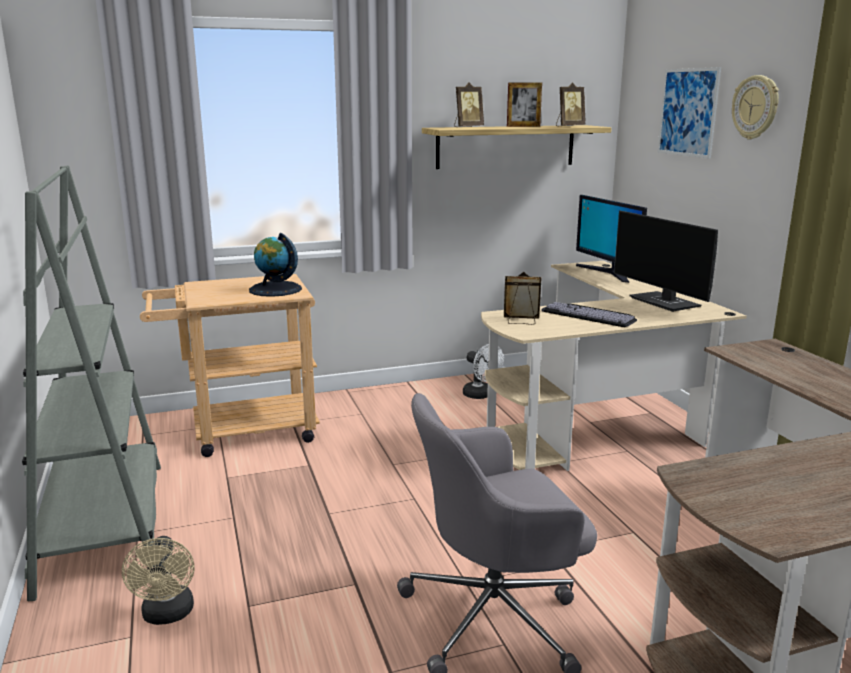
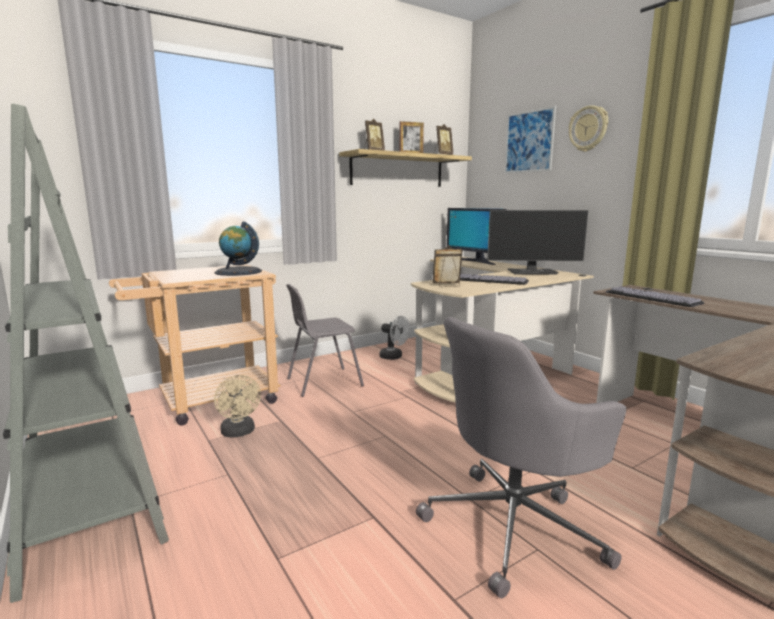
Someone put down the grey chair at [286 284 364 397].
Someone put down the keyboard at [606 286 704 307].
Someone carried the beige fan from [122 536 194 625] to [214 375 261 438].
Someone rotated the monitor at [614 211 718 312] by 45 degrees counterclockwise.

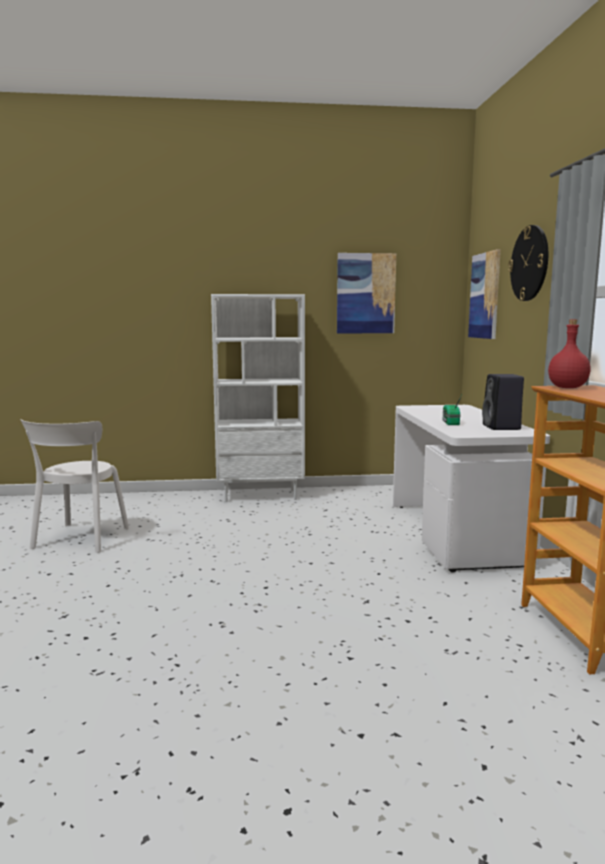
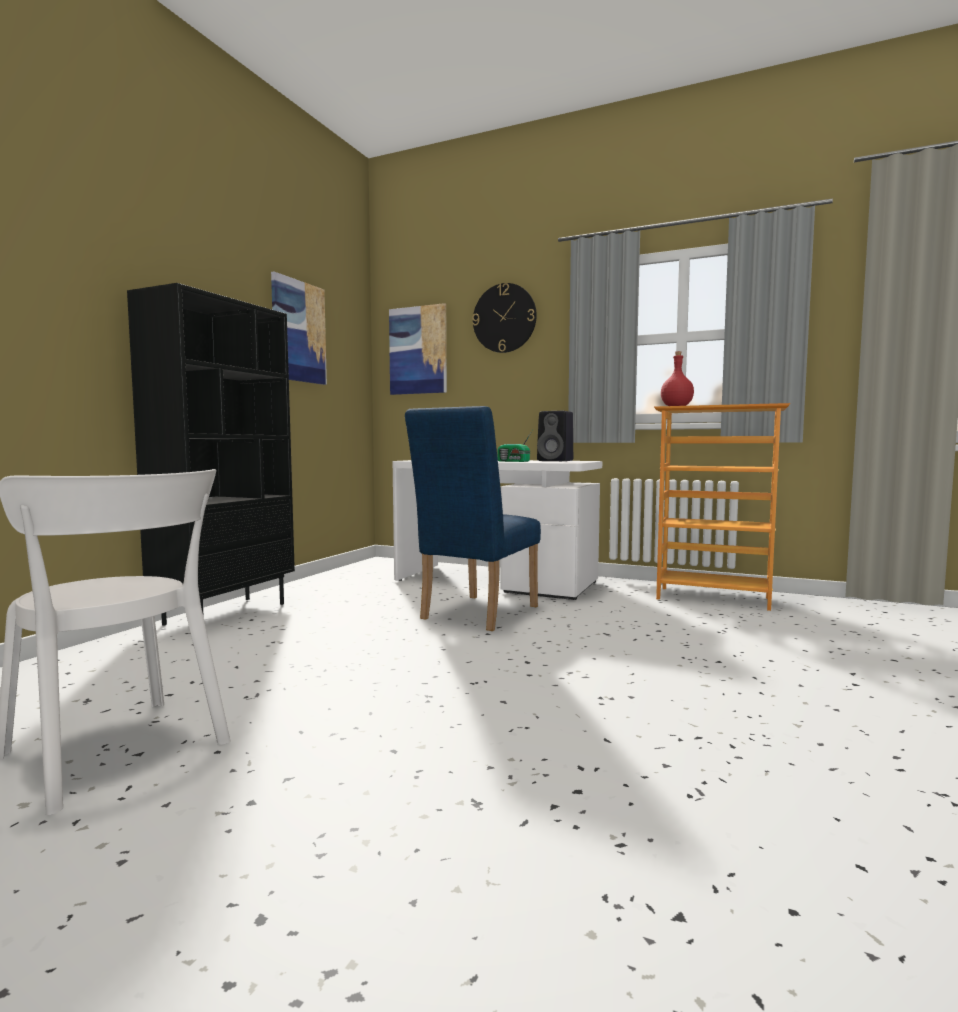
Someone put down the blue chair at [405 406 541 631].
Someone repainted the white bookcase at [211 294 305 502], which became the black bookcase at [127 283 295 626].

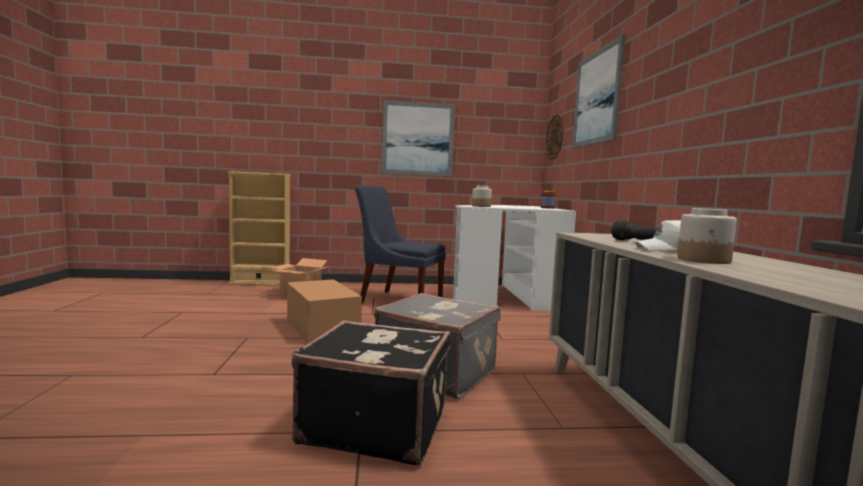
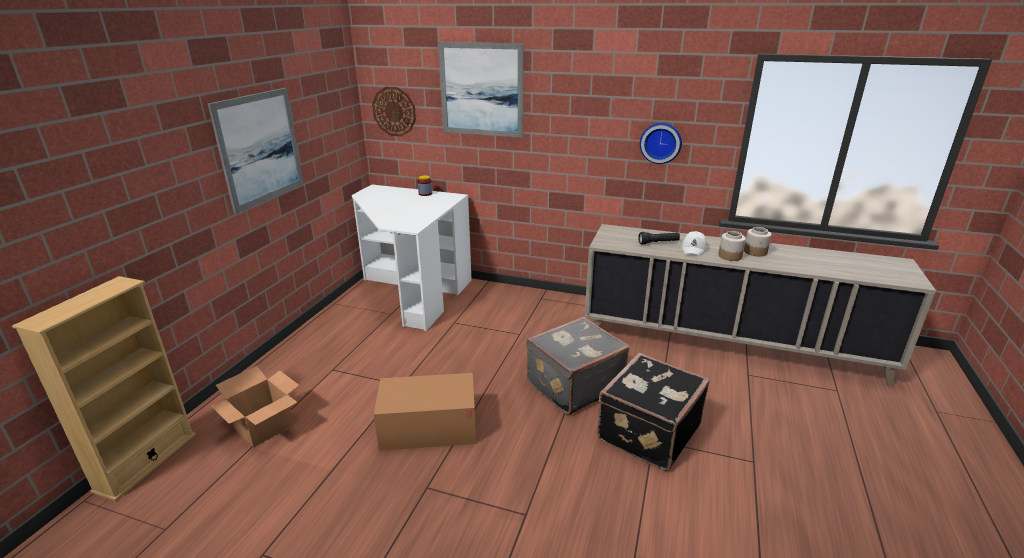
Someone took away the blue chair at [355 185 446 303].
Someone put up the wall clock at [640 123 682 164].
Someone carried the jar from [472 186 492 207] to [744 227 771 256].

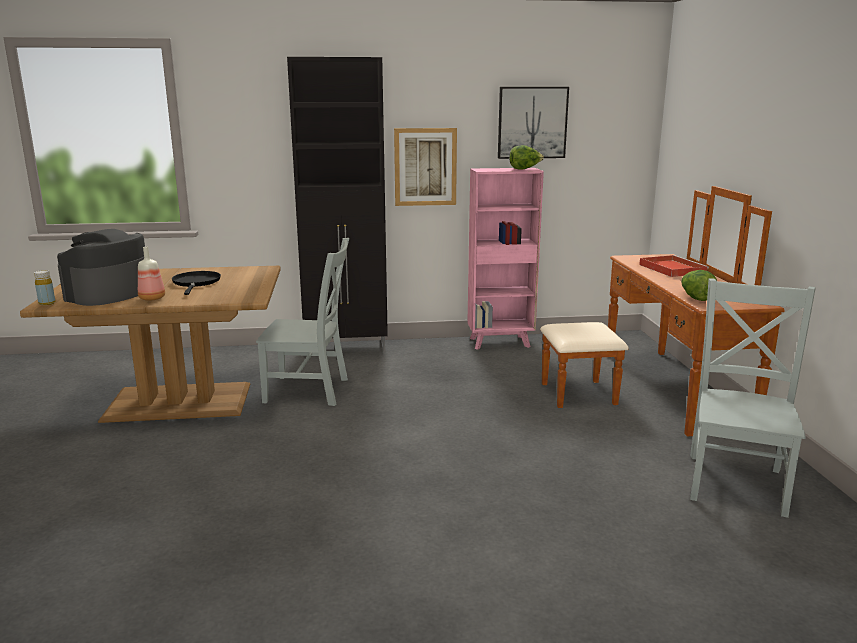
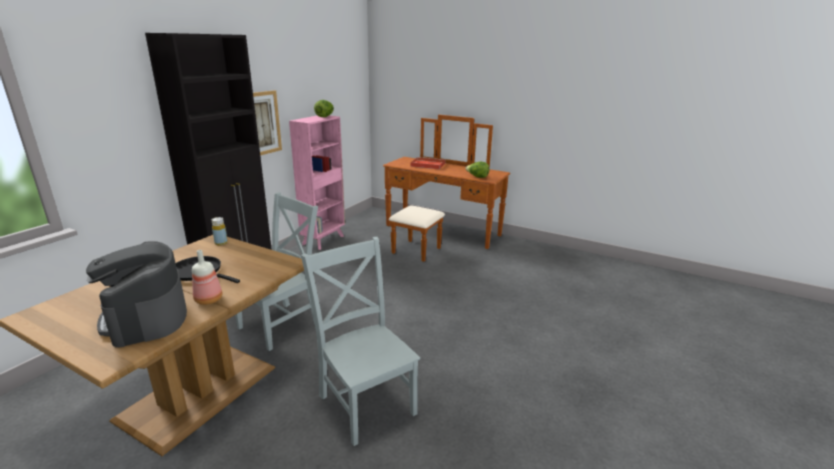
Someone took away the picture at [498 87 569 159].
Someone carried the yellow bottle from [34 270 55 305] to [211 217 228 245].
Someone carried the grey chair from [690 278 816 518] to [301 237 420 446].

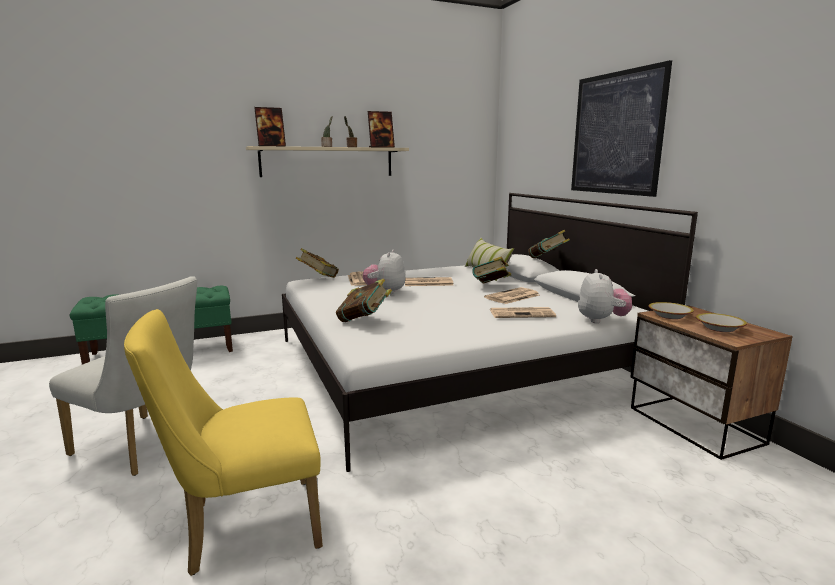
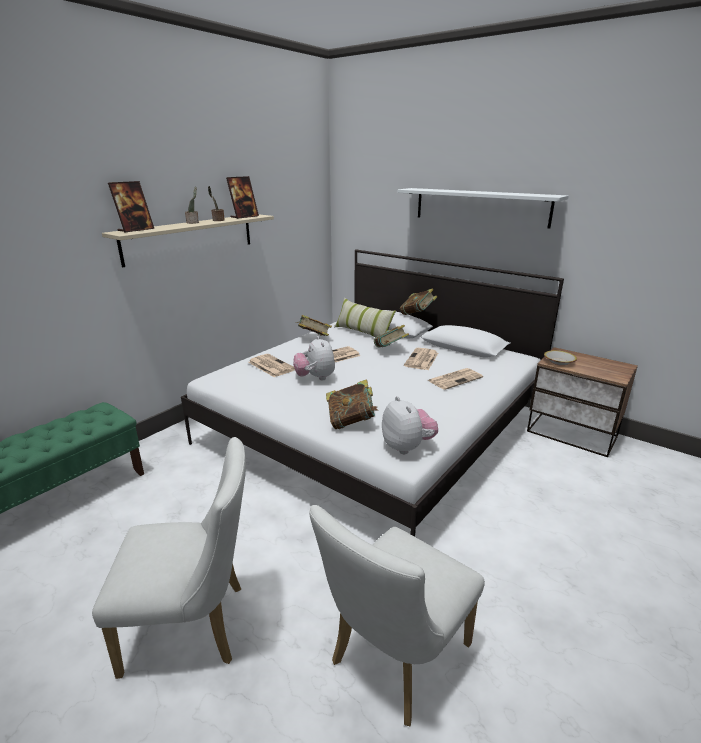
Someone took away the bowl at [696 313 747 332].
Someone carried the book from [296 248 339 278] to [296 315 332 336].
Someone carried the plush toy from [578 269 632 323] to [382 396 438 454].
Someone swapped the picture at [571 60 672 197] for the white shelf at [397 188 569 229].
Someone repainted the yellow chair at [124 309 323 576], which became the white chair at [309 505 485 726].

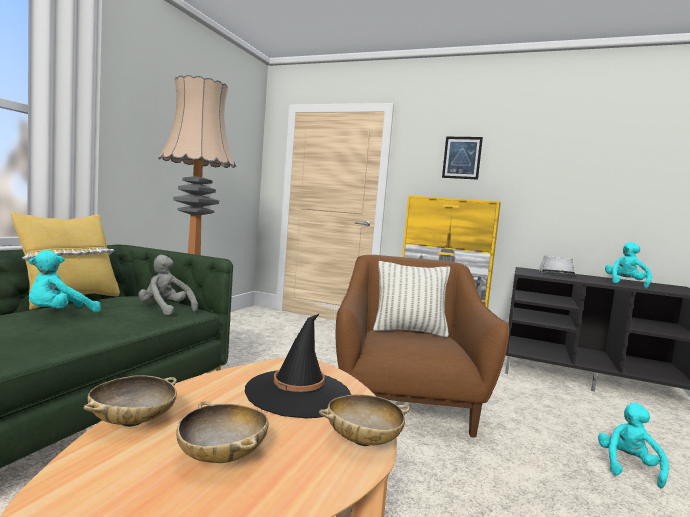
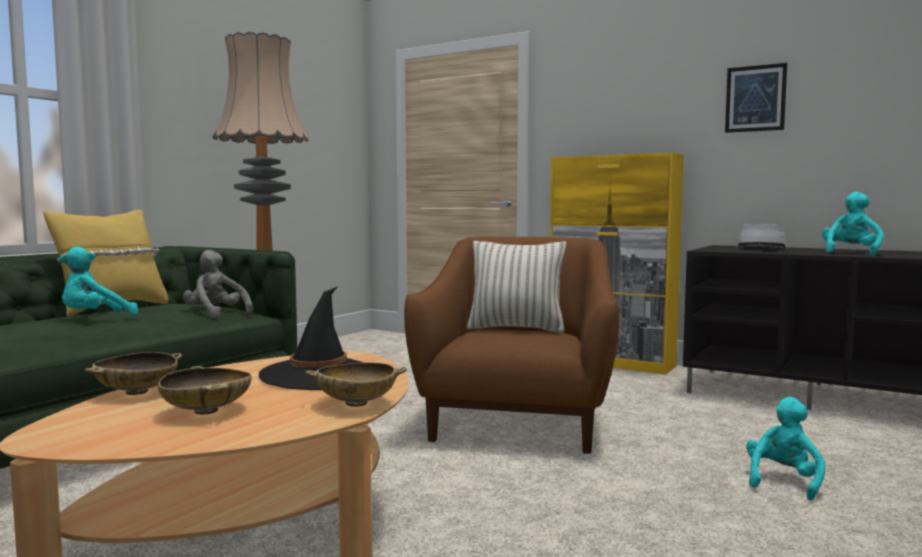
Someone carried the picture from [442 137 483 180] to [725 63 787 133].

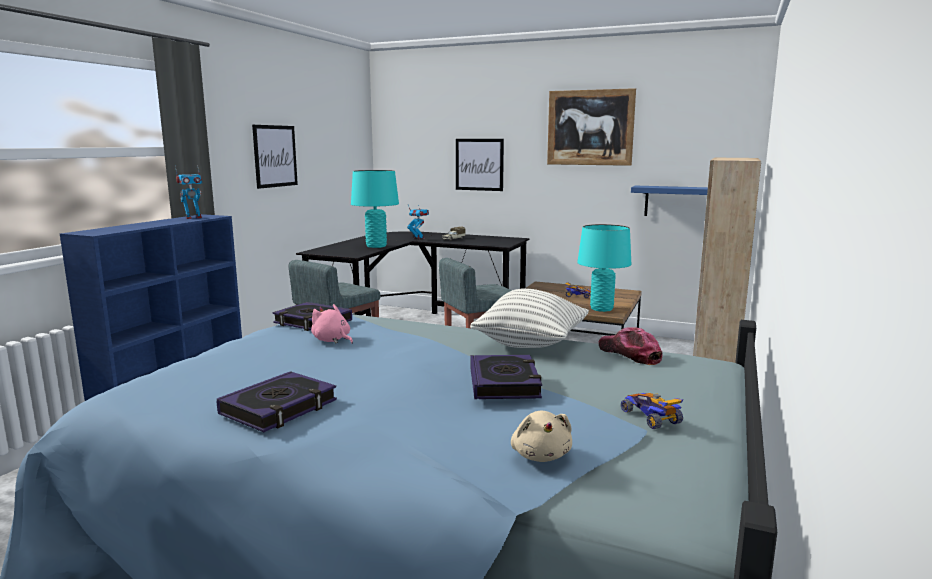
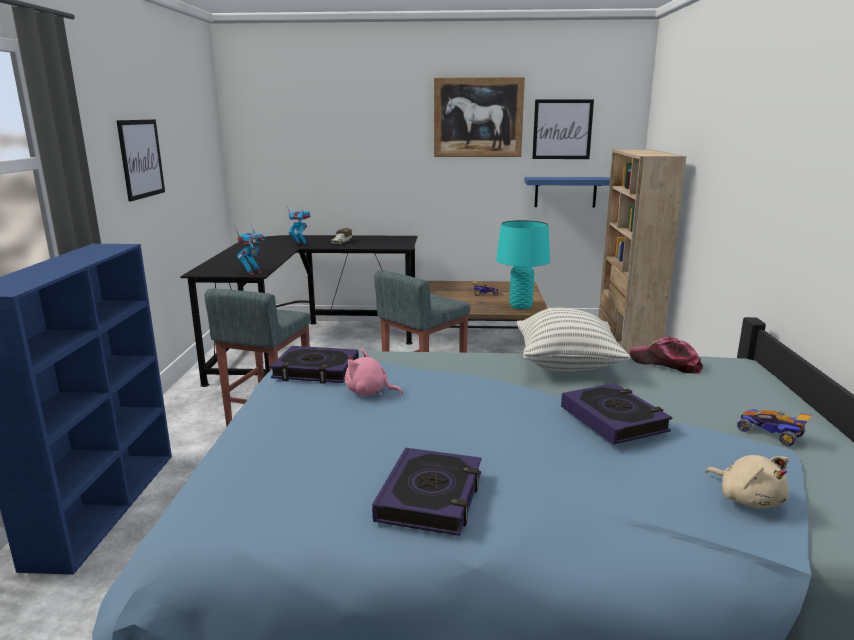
Someone took away the turquoise table lamp at [351 170 399 248].
Someone carried the toy robot from [175 165 203 219] to [235 228 265 275].
Someone carried the picture from [456 139 504 191] to [532 99 594 159].

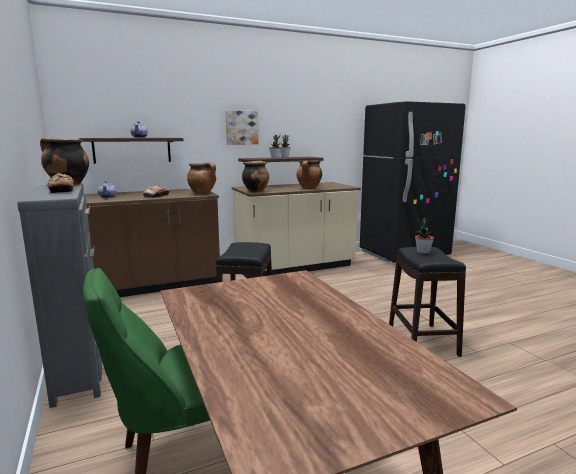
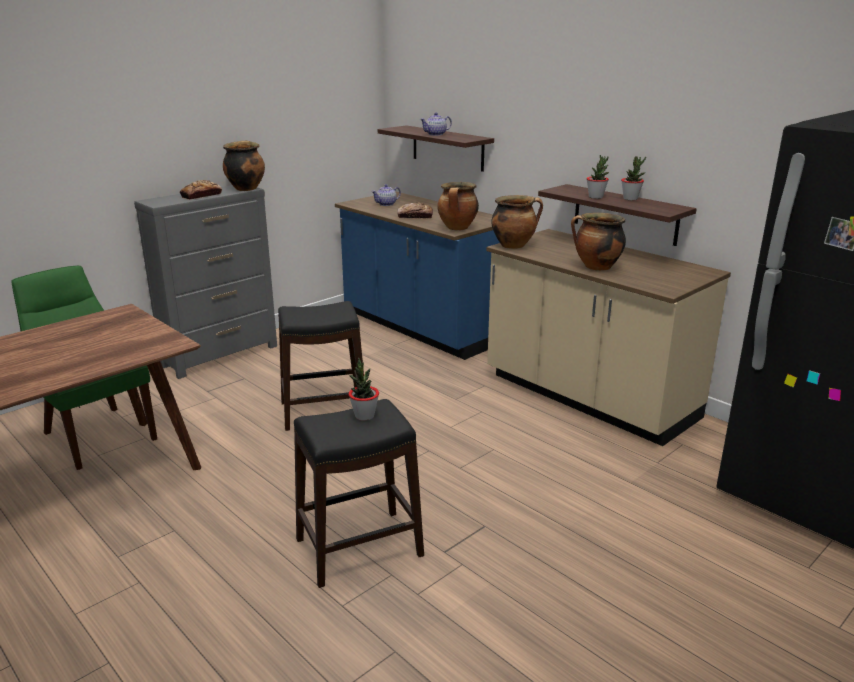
Someone took away the picture at [226 110 259 145].
Someone repainted the brown counter at [85 189 220 297], which became the blue counter at [335 191 500 360].

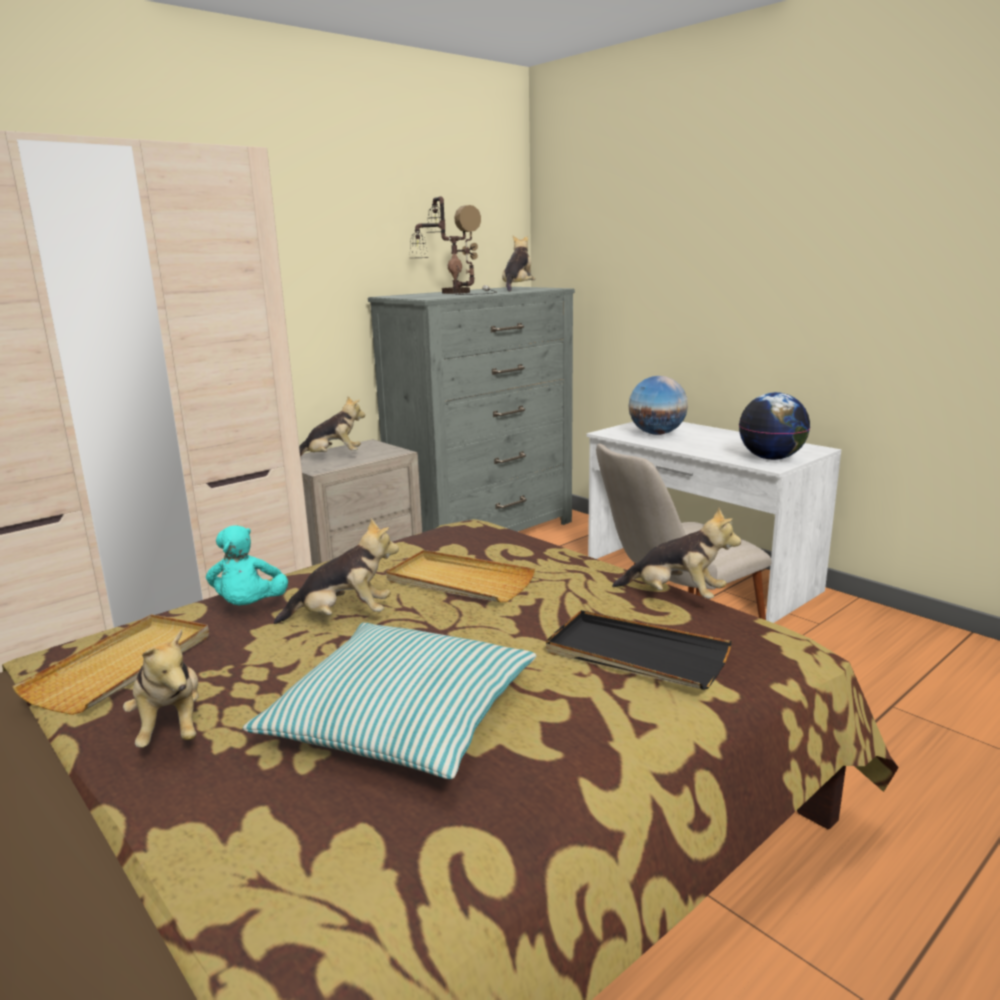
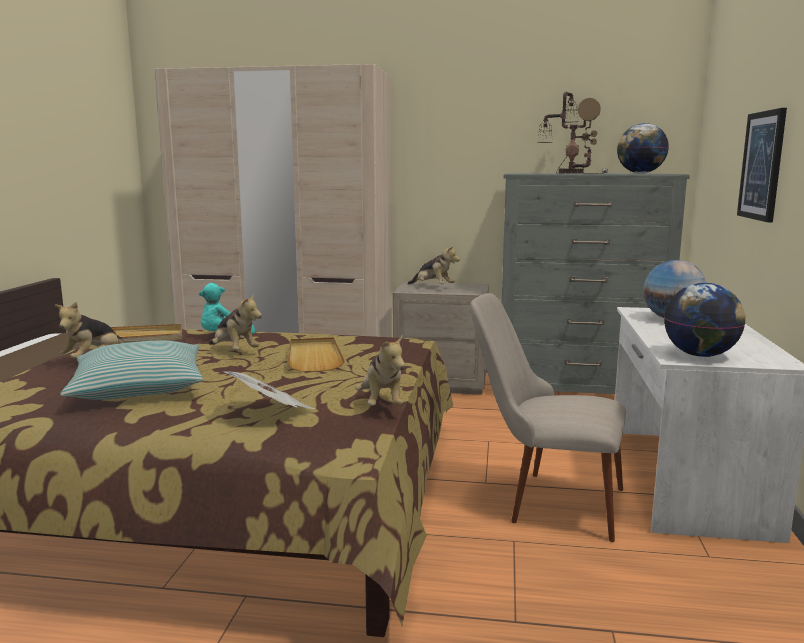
Someone put up the picture at [737 108 787 222].
Someone swapped the plush toy at [502 236 536 292] for the globe at [617 123 669 173].
Someone swapped the black tray at [546 610 732 690] for the newspaper at [222 371 316 409].

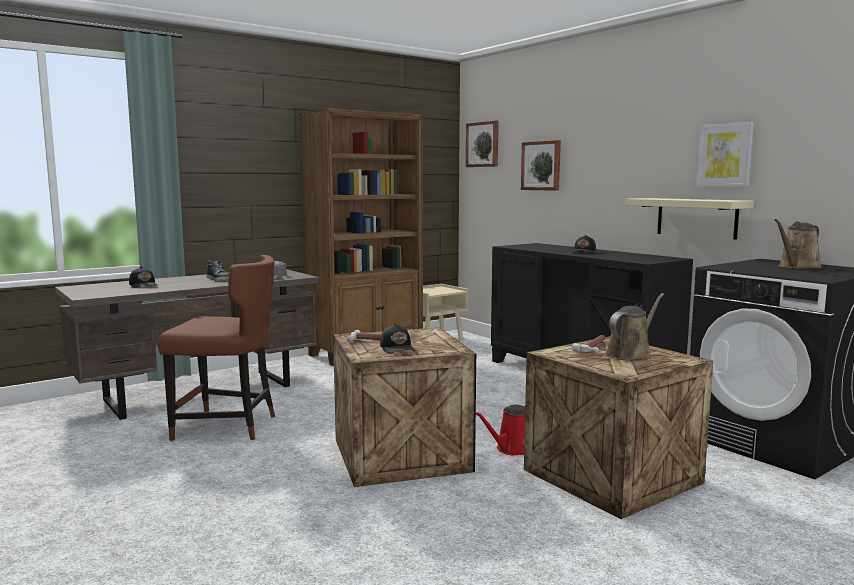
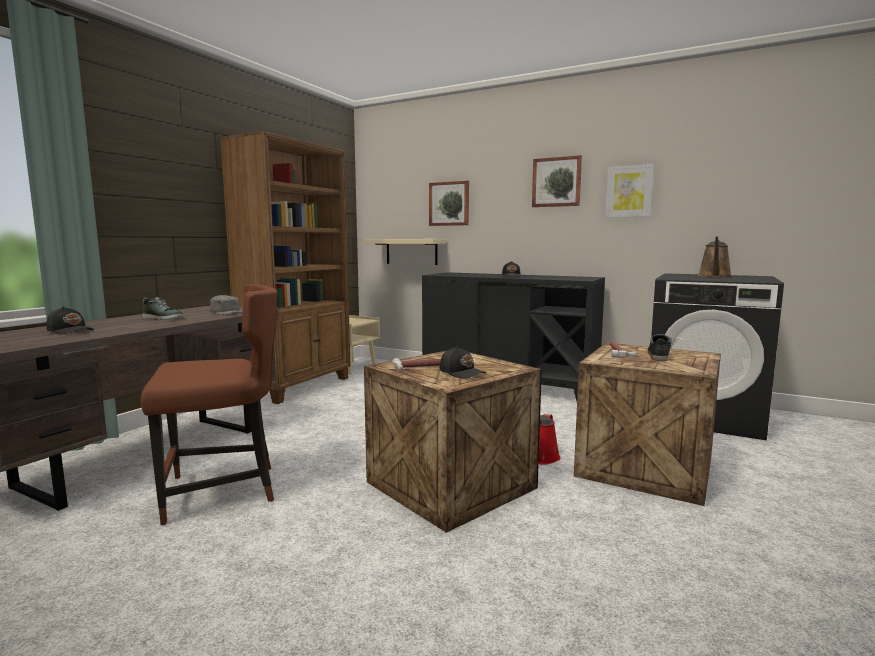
Someone carried the picture from [466 120 499 167] to [532 155 582 207].
Someone carried the beige shelf from [626 198 754 240] to [364 239 446 265].
Someone swapped the brown watering can at [605 293 664 361] for the shoe at [648 334 672 361].

